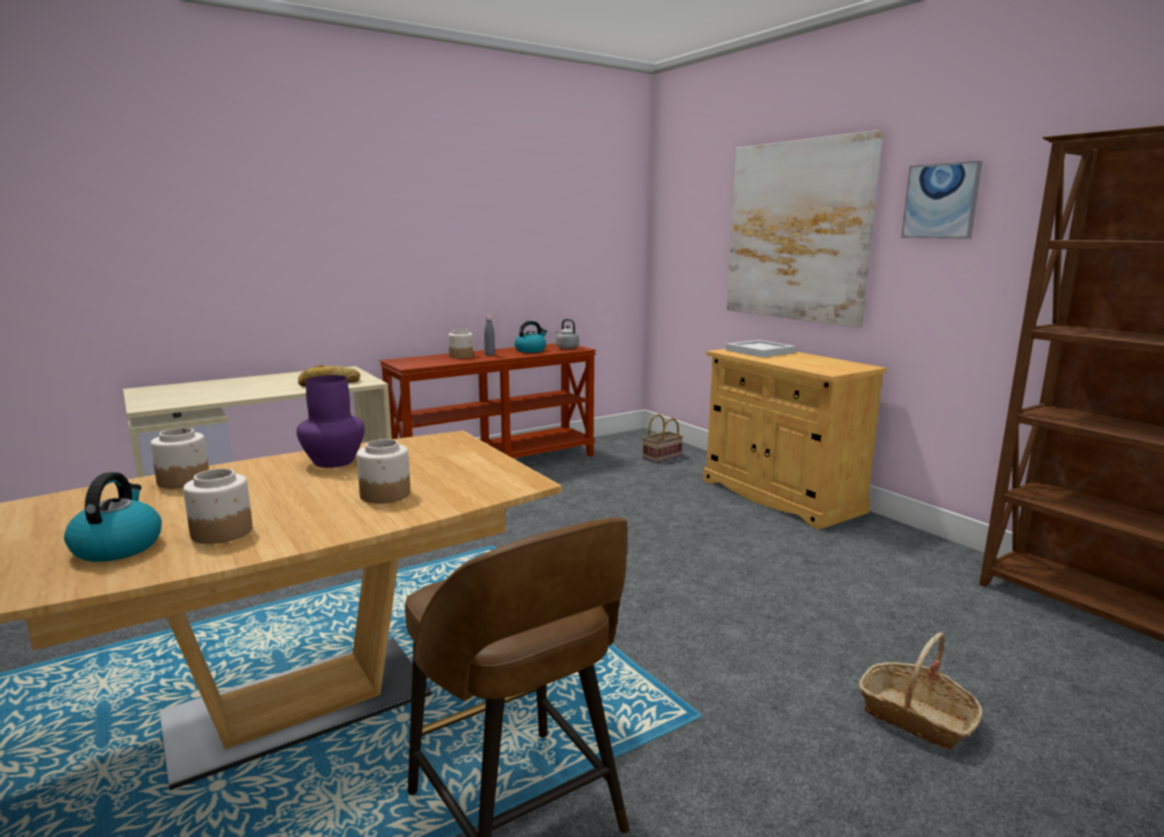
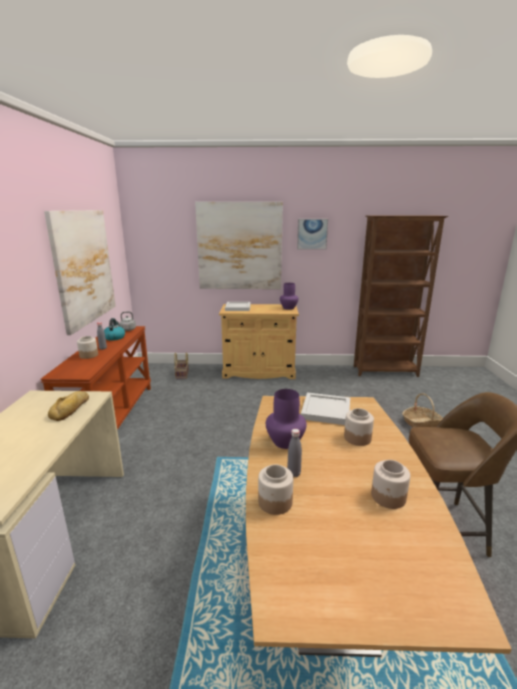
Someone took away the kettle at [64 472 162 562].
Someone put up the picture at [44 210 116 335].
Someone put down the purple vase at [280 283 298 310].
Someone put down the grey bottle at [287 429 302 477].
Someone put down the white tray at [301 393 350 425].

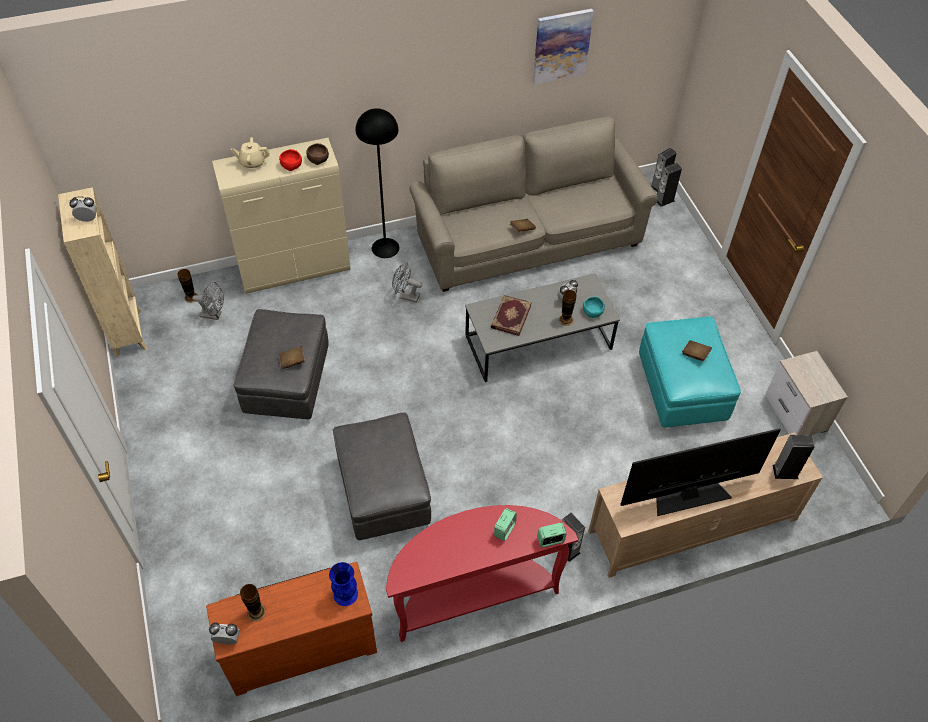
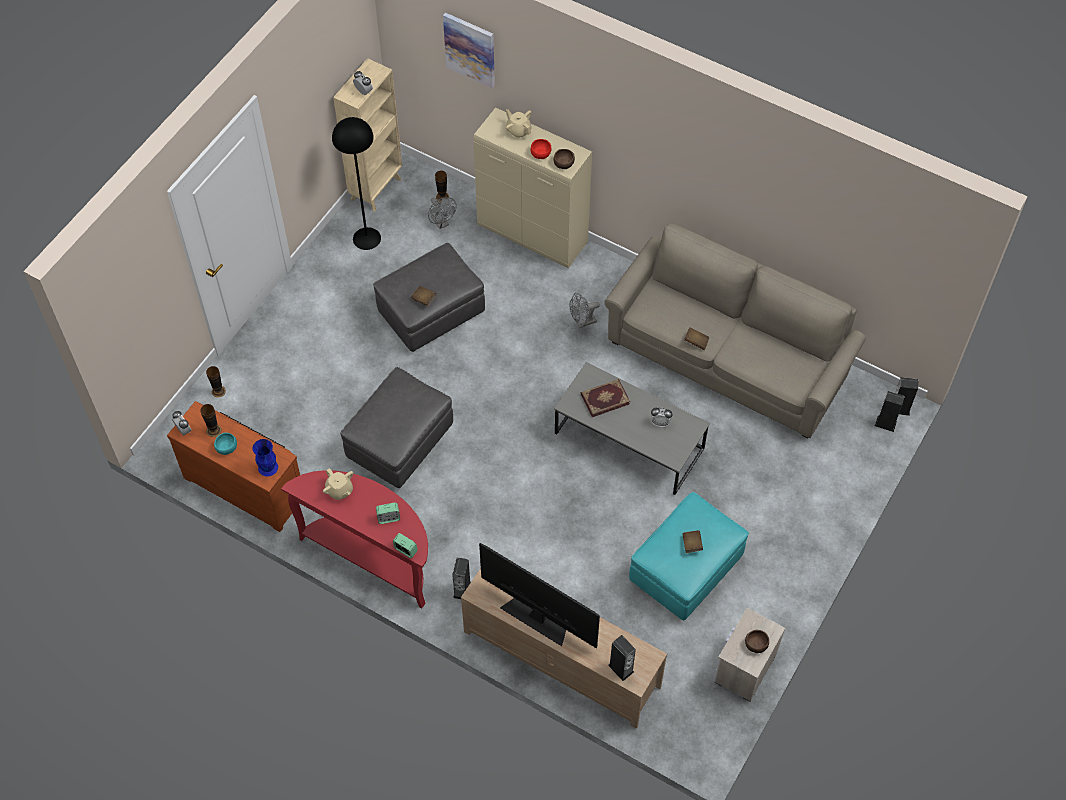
Someone put down the beige teapot at [323 468 353 500].
Someone put down the brown bowl at [745 630 769 653].
Someone carried the black floor lamp from [355 108 399 258] to [332 117 381 250].
Someone carried the picture from [533 9 594 84] to [443 12 495 88].
Someone carried the vase from [559 290 577 326] to [206 366 226 397].
Someone carried the turquoise bowl from [583 297 605 318] to [214 433 237 455].
Someone rotated the grey fan at [392 263 422 302] by 90 degrees counterclockwise.

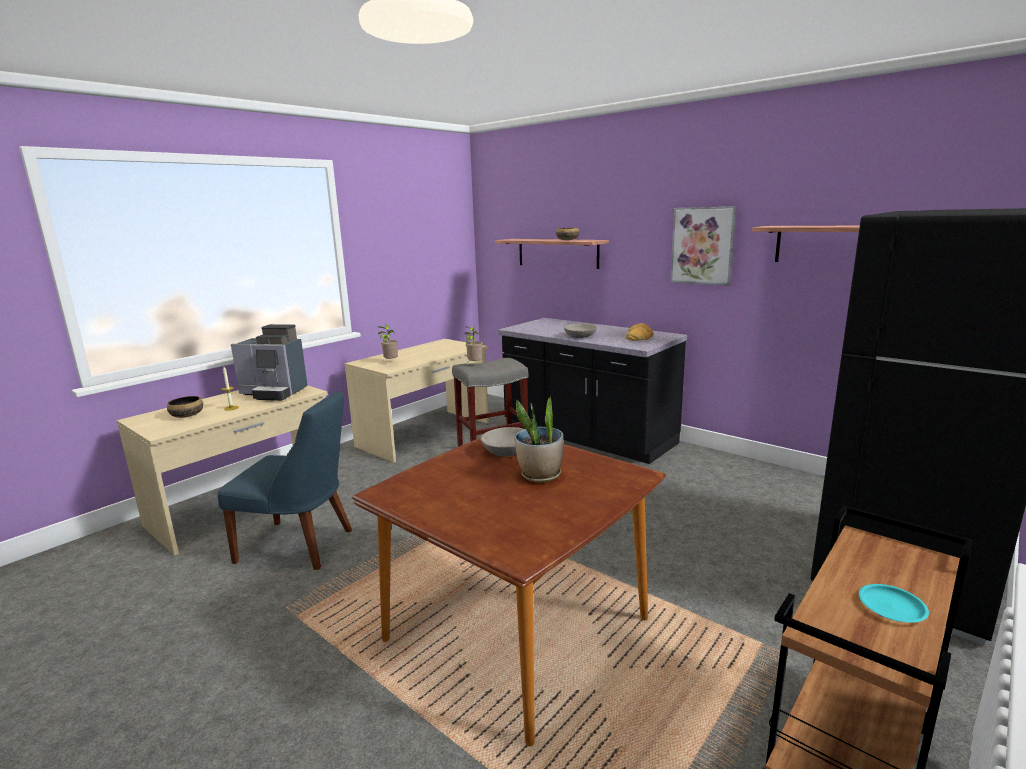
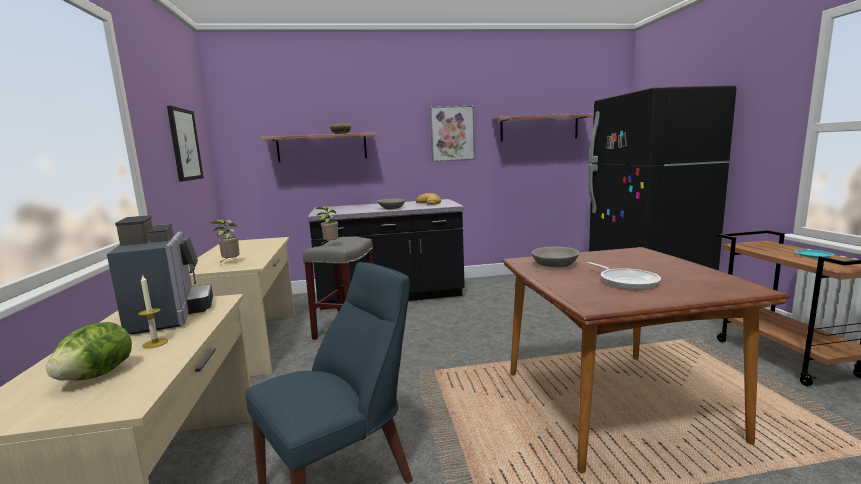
Someone took away the potted plant at [515 395 564 483].
Someone put up the picture at [167 106 204 182].
Someone put down the frying pan at [587 262 661 290].
Someone swapped the bowl at [167 396 203 418] for the lettuce at [46 322 132 381].
Someone rotated the coffee machine at [231 324 308 401] by 75 degrees counterclockwise.

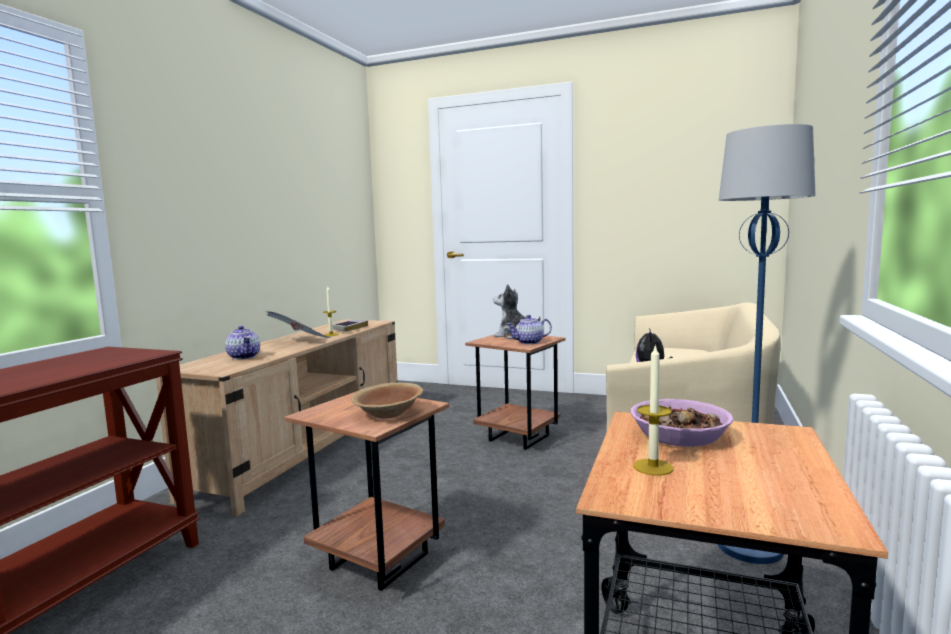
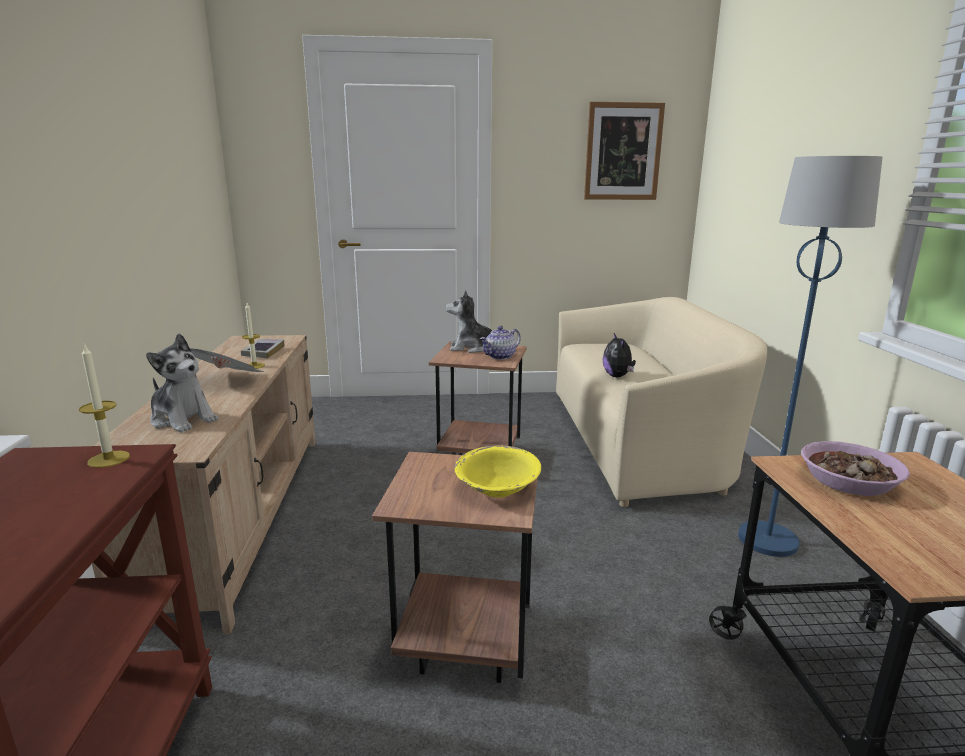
Someone put up the picture at [584 102 665 200].
Someone carried the candle from [633 344 673 476] to [79 343 130 468].
Someone swapped the teapot at [225 326 260 359] for the plush toy at [146 333 219 433].
Someone repainted the brown bowl at [351 382 423 419], which became the yellow bowl at [454 445 541 498].

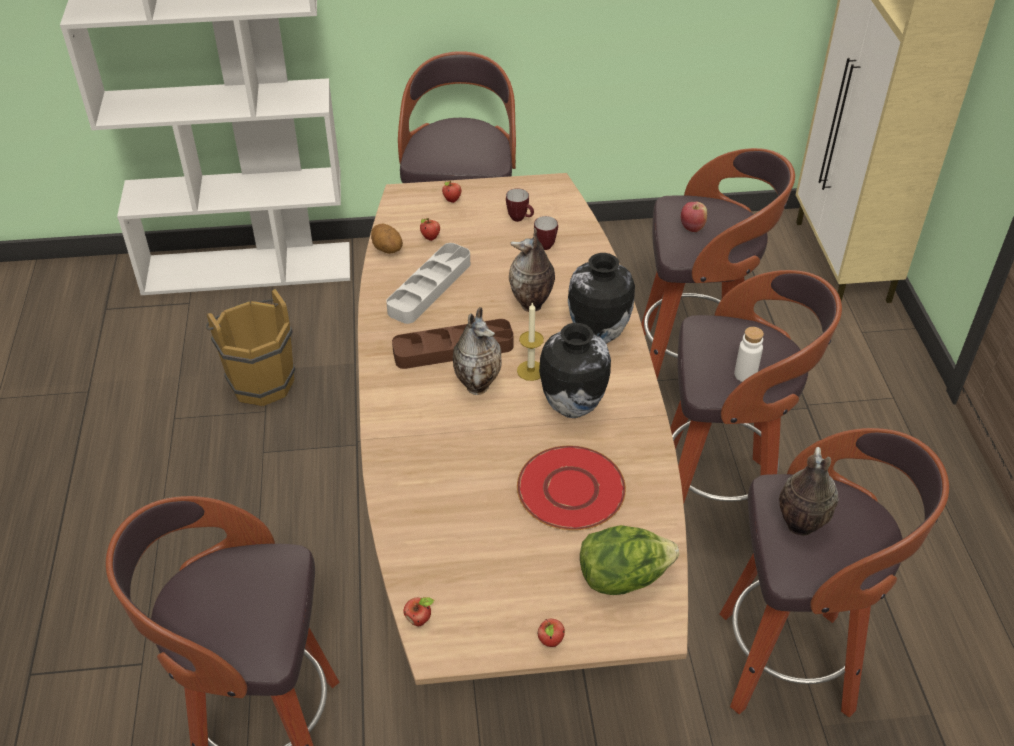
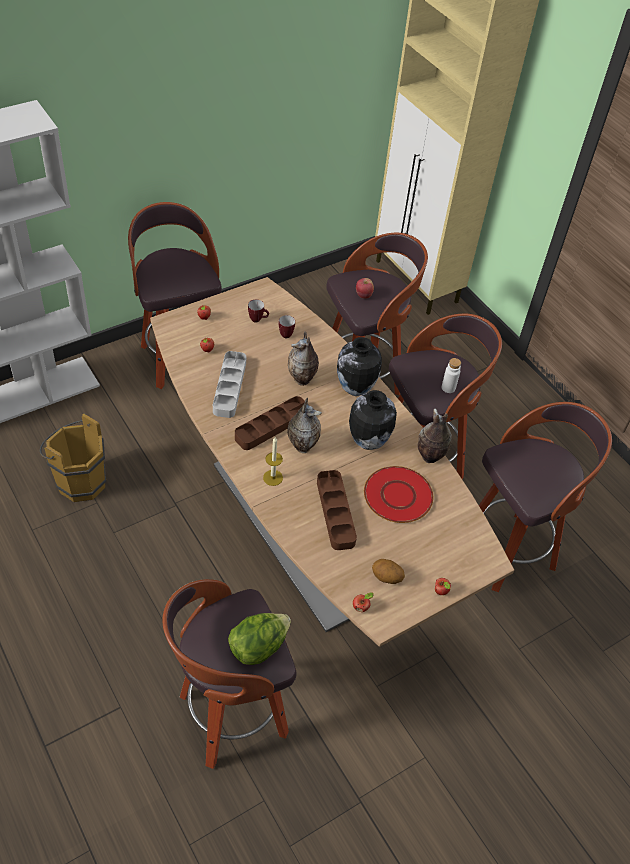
Someone put down the brown tray at [317 470 357 550].
Someone carried the potato from [371 224 403 254] to [372 559 405 584].
Someone carried the candle from [517 302 544 381] to [263 437 283 486].
Someone carried the lettuce from [580 525 679 595] to [228 613 291 665].
Someone carried the vase from [779 447 839 536] to [417 409 452 463].

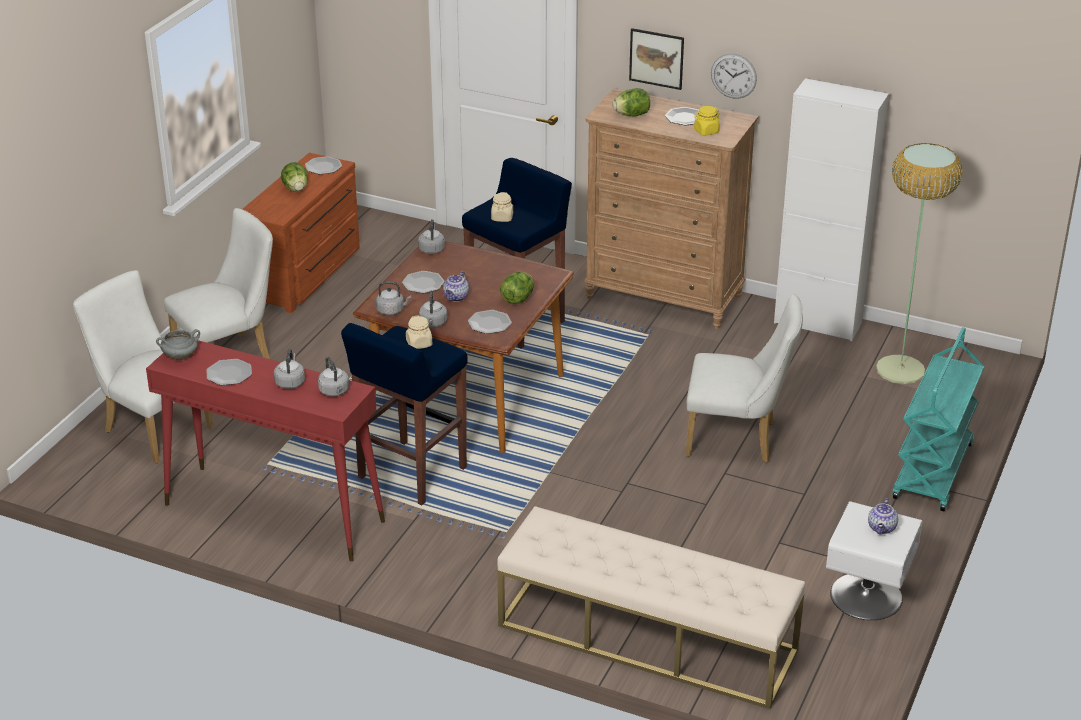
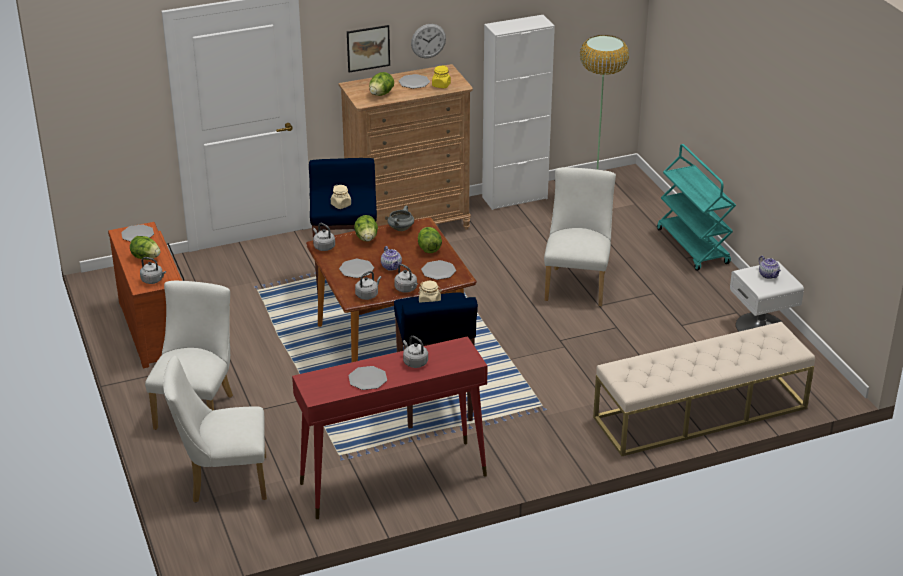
Someone put down the lettuce at [354 215 378 242].
Someone carried the grey cooking pot from [156 329 200 360] to [388 205 414 231].
Someone carried the grey kettle from [318 357 349 397] to [140 257 166 284].
Someone rotated the white chair at [685 294 803 463] by 45 degrees counterclockwise.

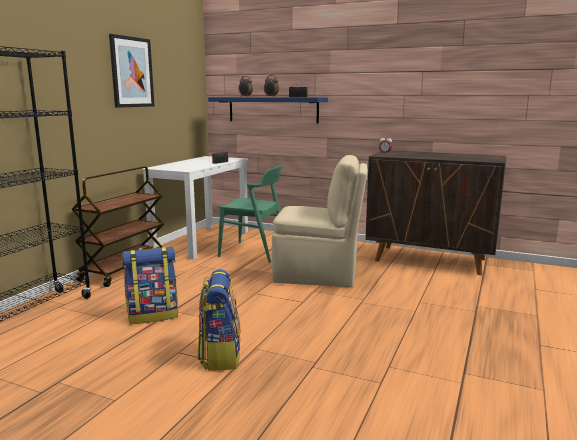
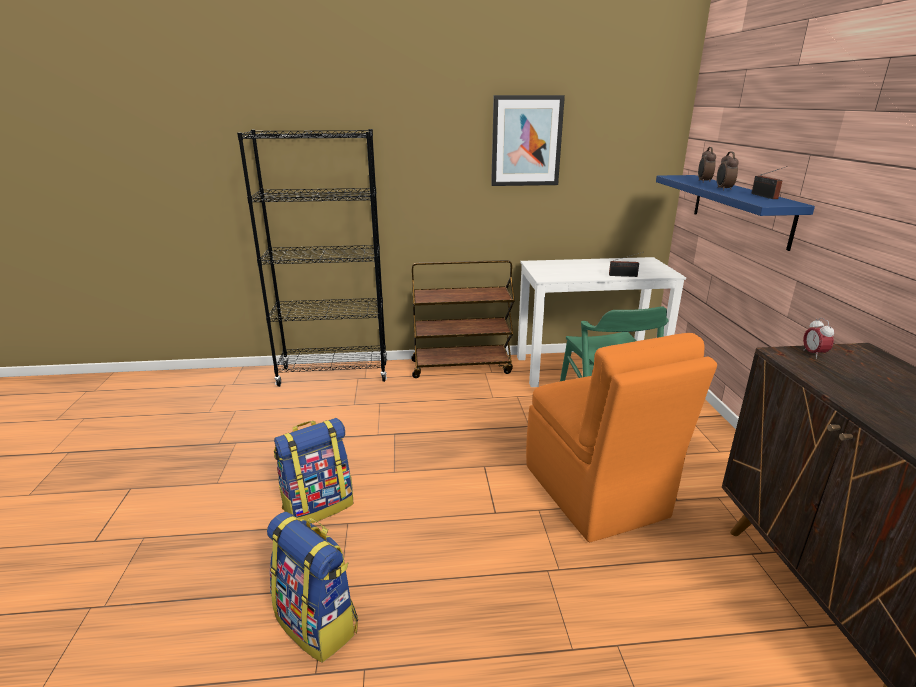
Someone carried the backpack from [122 246 178 324] to [267 512 358 663].
Someone repainted the beige chair at [272 155 368 287], which became the orange chair at [526 333 717 542].

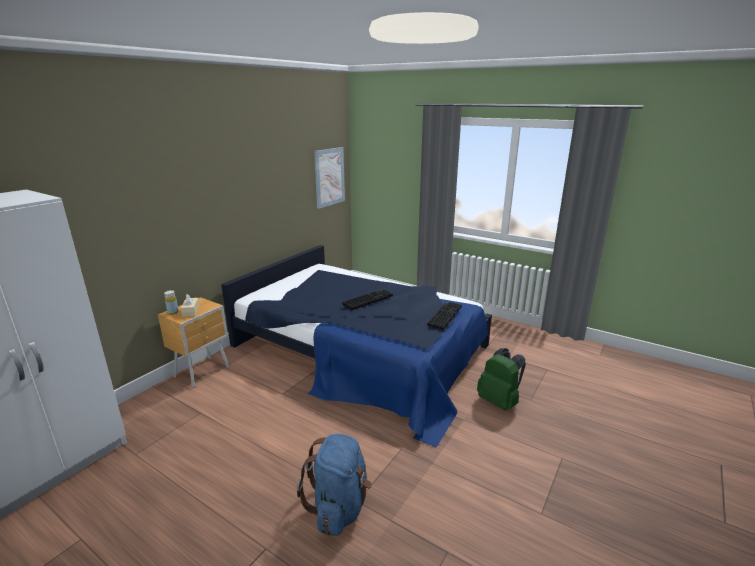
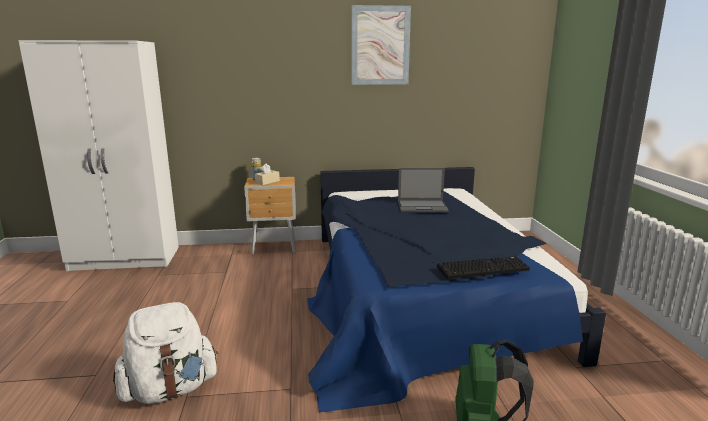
Someone took away the keyboard at [342 289 393 310].
Someone put down the laptop at [398 168 449 212].
Someone carried the picture from [314 147 345 209] to [351 5 411 85].
Someone repainted the blue backpack at [297 434 372 536], which became the white backpack at [113 302 218 404].

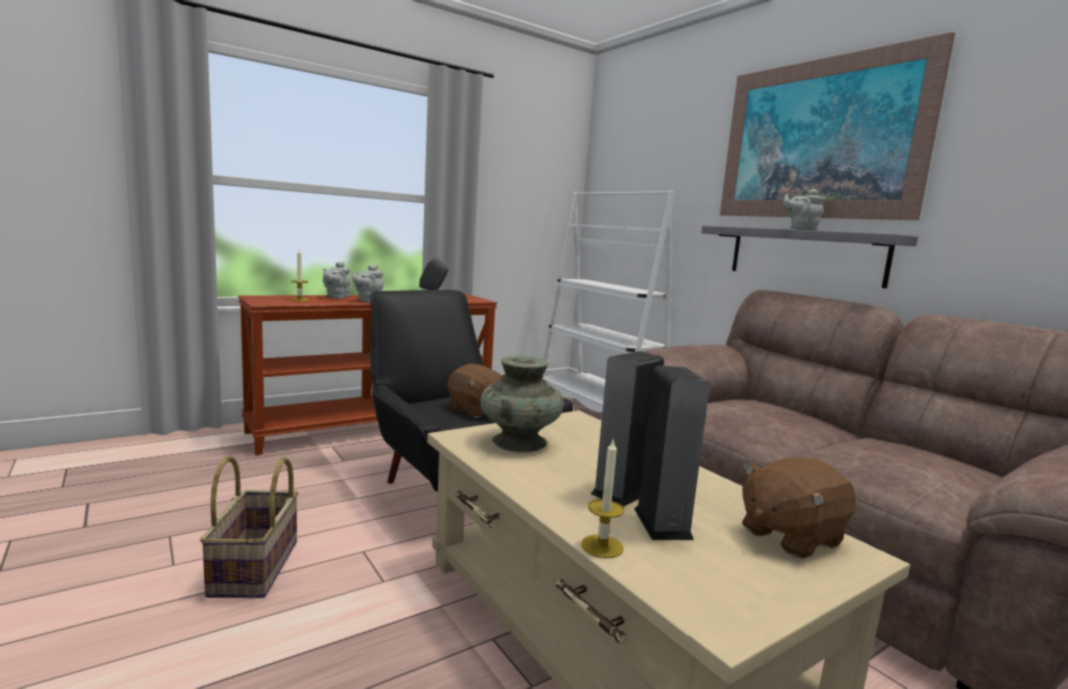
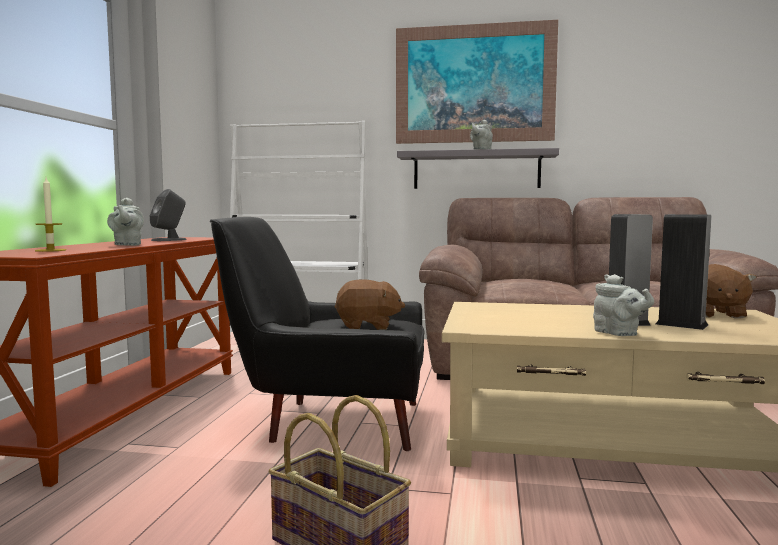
Someone took away the turquoise vase at [480 355 564 452].
Someone took away the candle at [581 438 625 558].
Someone carried the grey teapot from [323 261 351 299] to [593 274 654 336].

